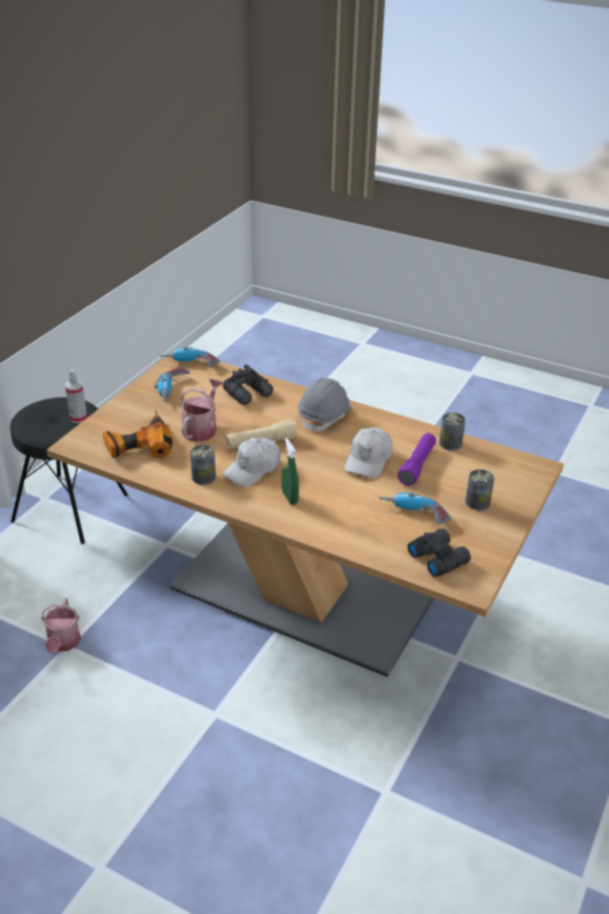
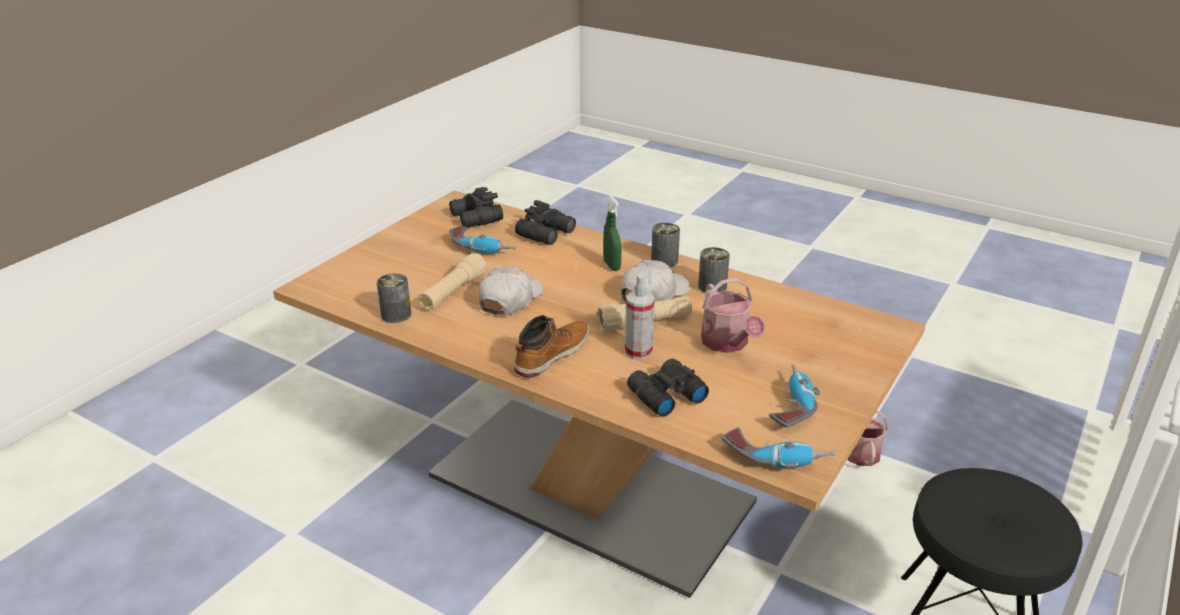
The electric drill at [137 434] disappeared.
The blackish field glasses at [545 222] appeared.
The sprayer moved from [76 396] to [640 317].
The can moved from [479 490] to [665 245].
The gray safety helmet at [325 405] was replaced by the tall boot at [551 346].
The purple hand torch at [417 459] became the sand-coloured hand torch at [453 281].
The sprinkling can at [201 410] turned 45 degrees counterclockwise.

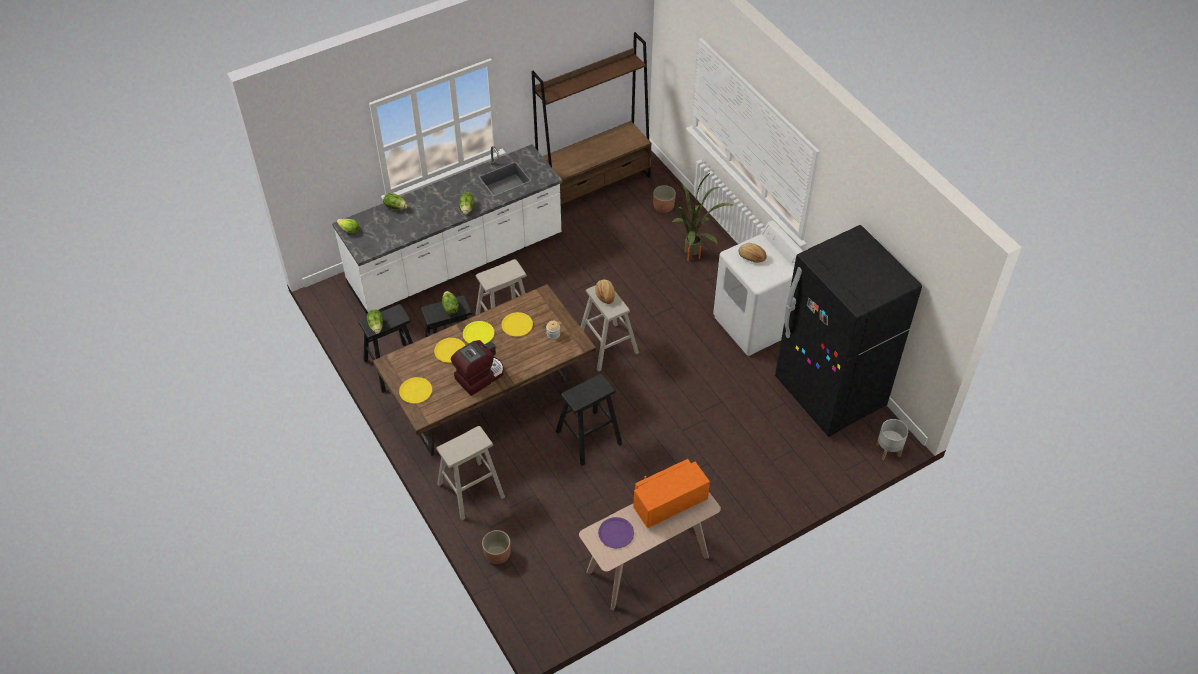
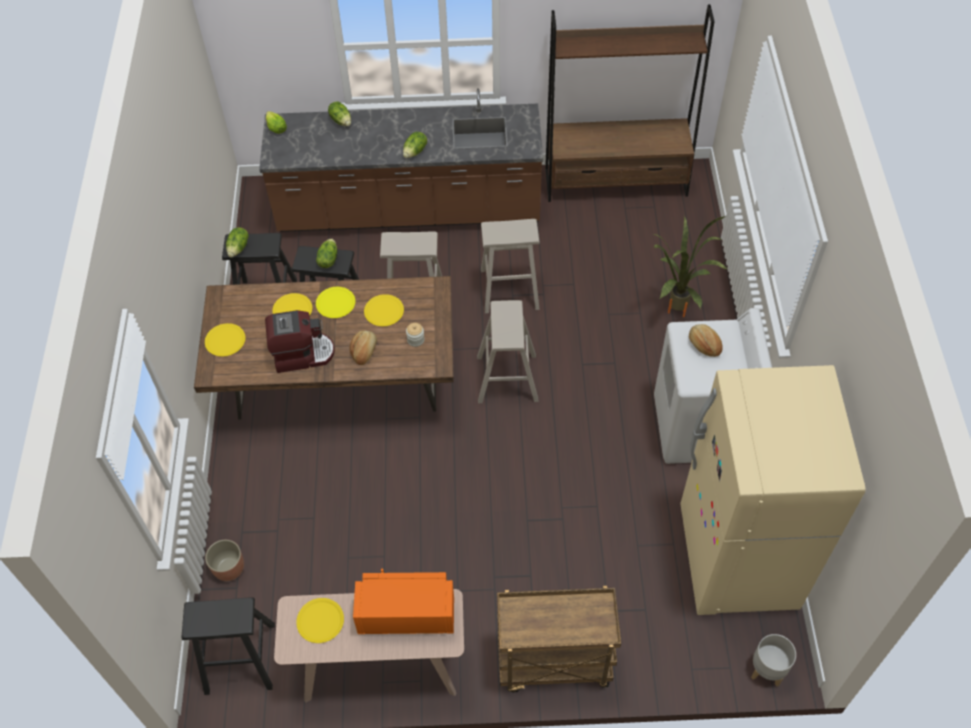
The planter at [664 199] disappeared.
The brown-coloured cart at [559 639] appeared.
The sand-coloured stool seat moved from [470 473] to [510 266].
The blackish stool seat moved from [589 420] to [228 646].
The baked bread moved from [605 292] to [363 347].
The white kitchen base unit at [447 229] became the brown-coloured kitchen base unit at [401 160].
The purple flat dish at [616 532] became the yellow flat dish at [320 620].
The blackish refrigerator at [848 331] became the sand-coloured refrigerator at [773 490].

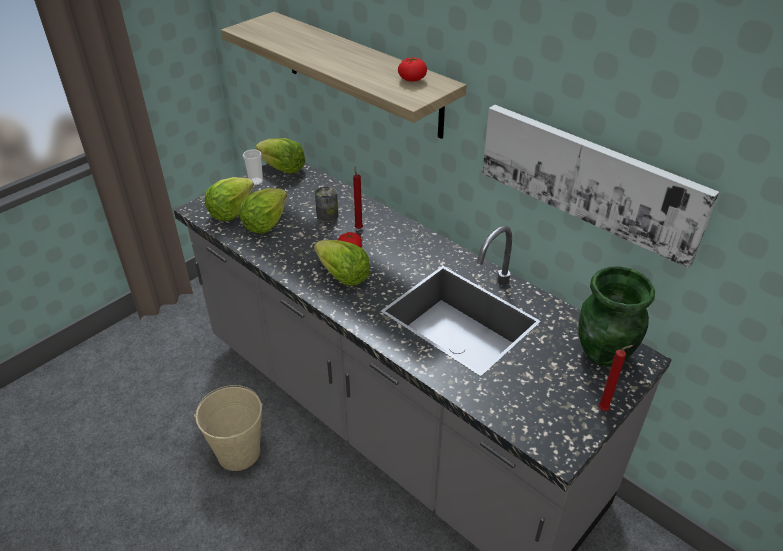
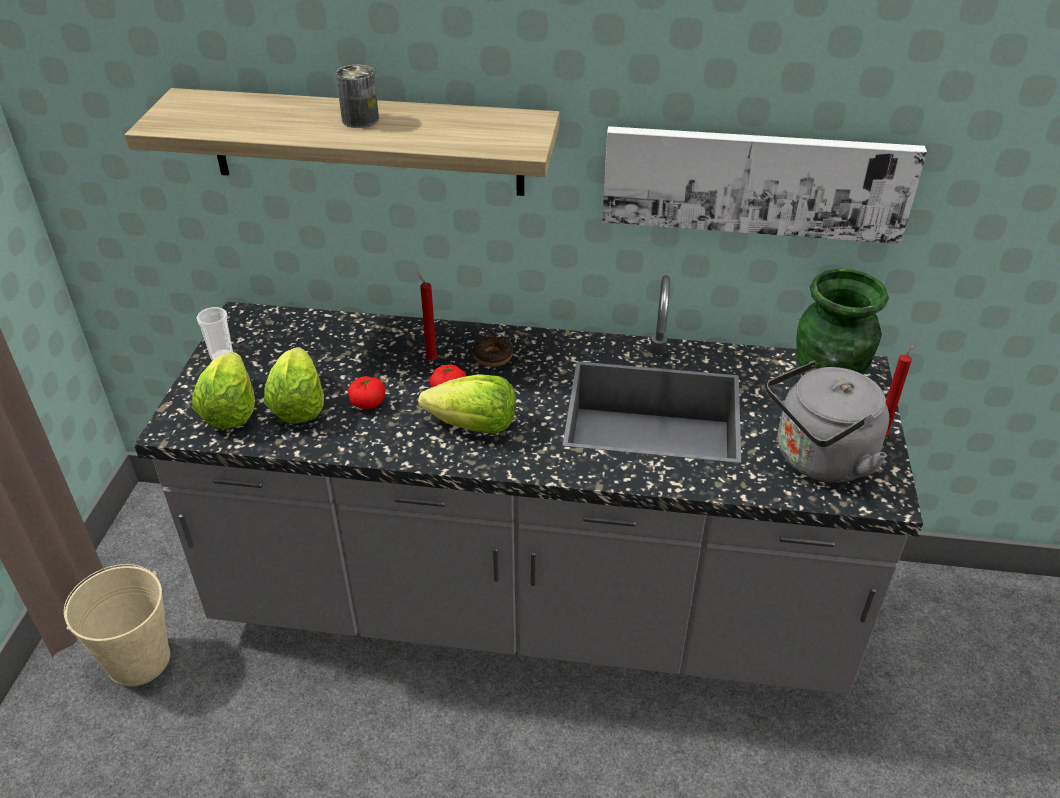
The lettuce at [280 156] disappeared.
The ring doughnut at [493 351] appeared.
The gray tea kettle at [828 422] appeared.
The sand-coloured pail moved from [228 428] to [117 625].
The can moved from [326 204] to [357 96].
The tomato moved from [412 69] to [367 392].

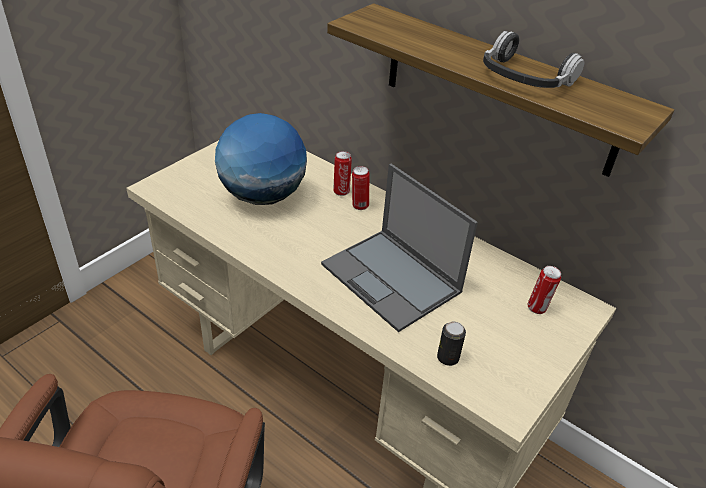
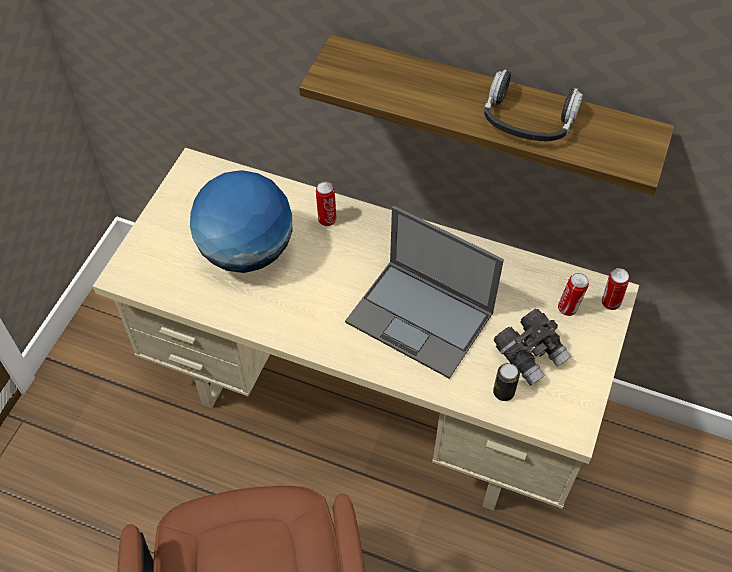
The gray field glasses at [533 347] appeared.
The can moved from [360 188] to [615 289].

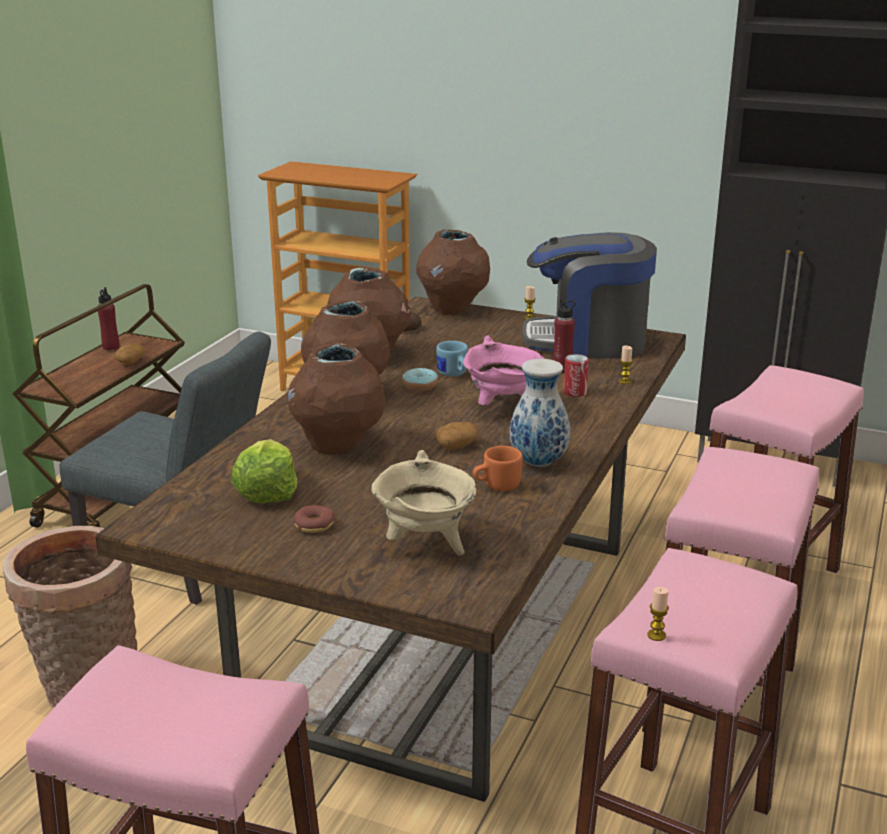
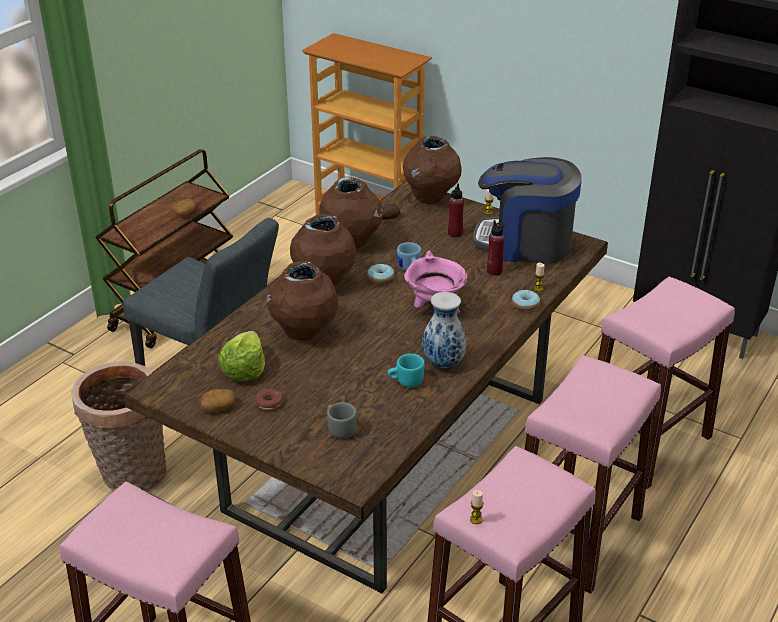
The can at [576 375] disappeared.
The ring doughnut at [526 300] appeared.
The red-coloured drink bottle moved from [109 318] to [456 211].
The spud moved from [457 436] to [217 400].
The sand-coloured cooking pot at [423 502] was replaced by the gray mug at [342 420].
The orange mug at [498 468] became the turquoise mug at [406 370].

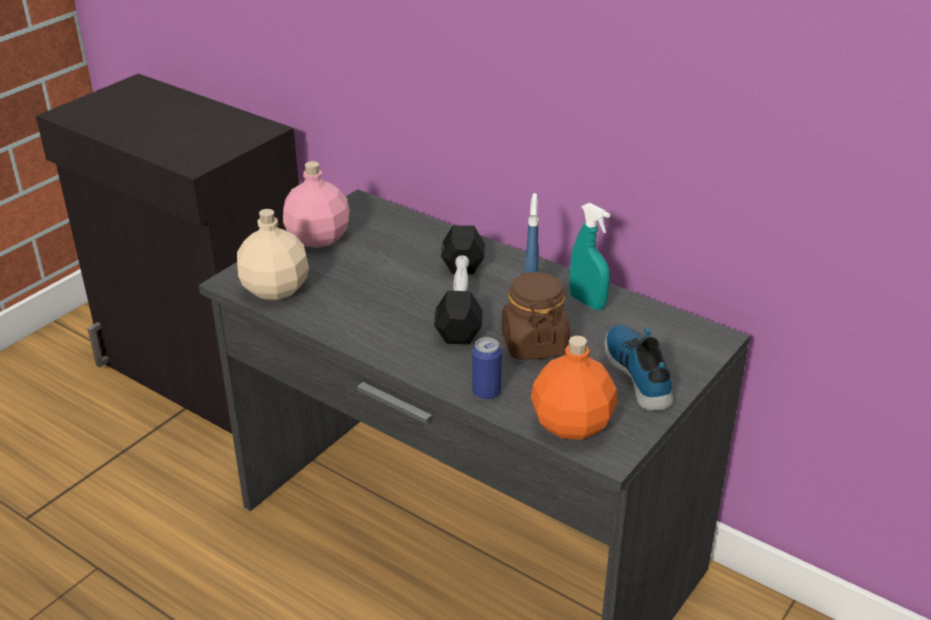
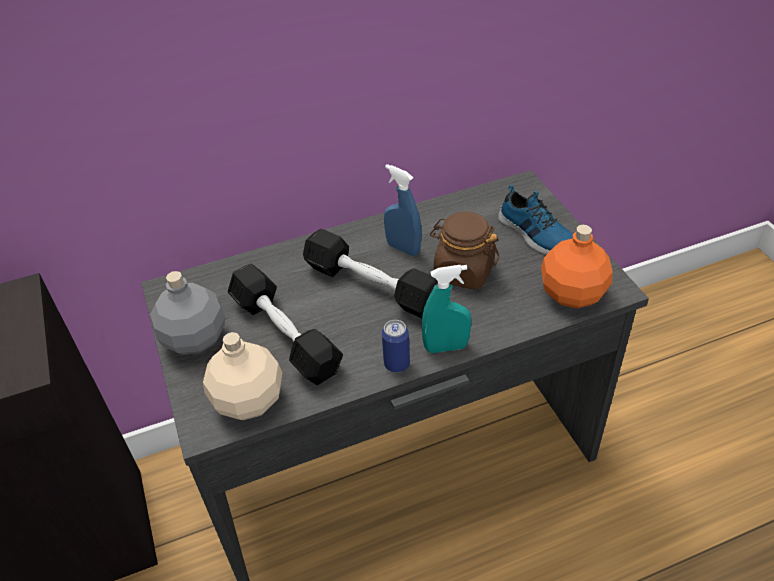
The blackish dumbbell at [285 324] appeared.
The can moved from [487 368] to [396 346].
The turquoise sprayer moved from [590 256] to [446 309].
The pink-coloured drink bottle at [316 204] became the gray drink bottle at [187 313].
The item of footwear at [638 368] turned 150 degrees counterclockwise.

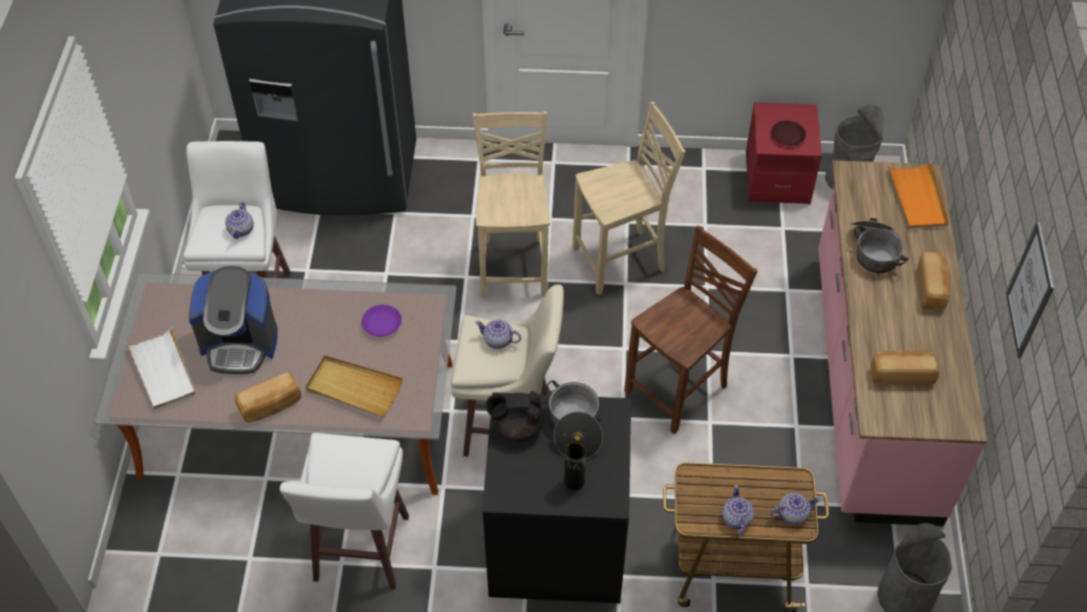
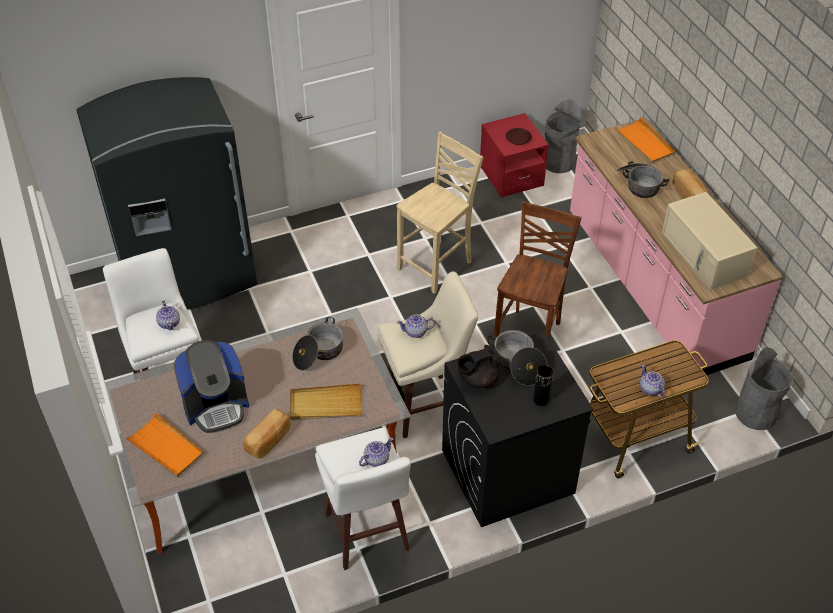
The sand-coloured chair at [511 204] disappeared.
The wall picture at [1030 290] disappeared.
The pot for tea moved from [795 509] to [376 452].
The purple flat dish at [382 321] was replaced by the cooking pot at [317 343].
The baked bread at [905 367] was replaced by the sand-coloured kitchen microwave at [709 241].
The white serving tray at [160 368] became the orange serving tray at [164 445].

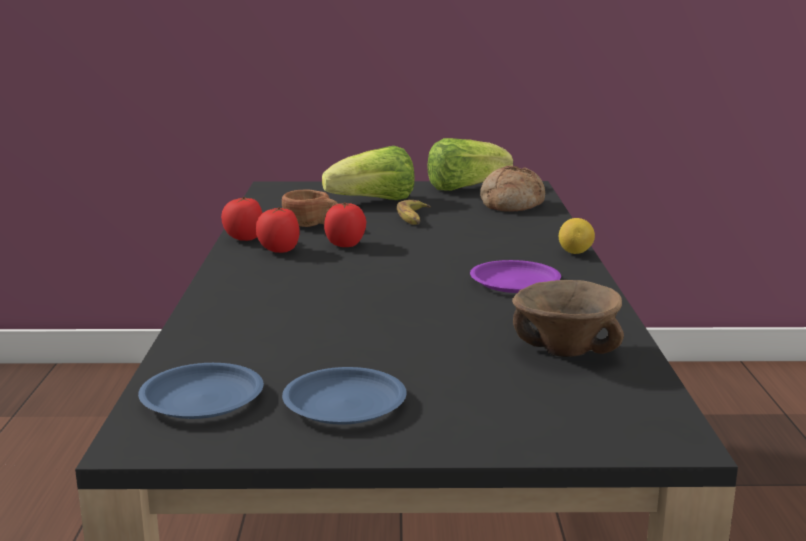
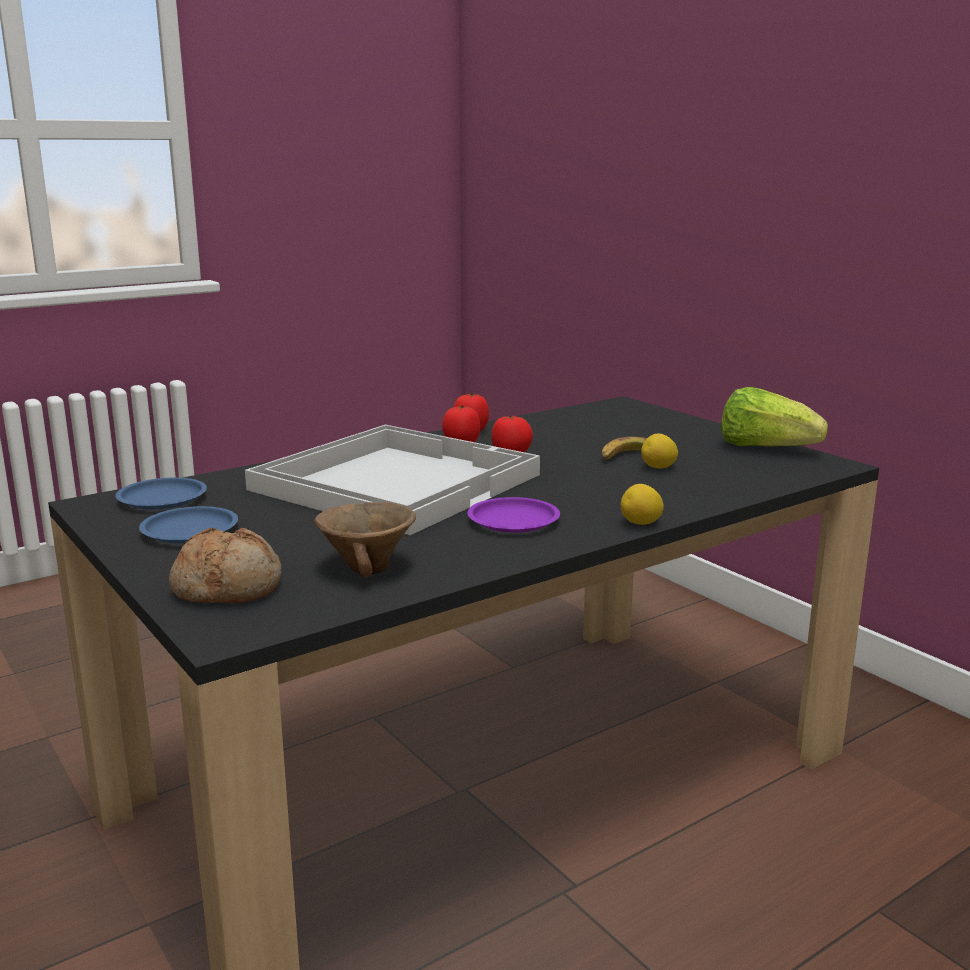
The brown-coloured cup at [310 208] disappeared.
The lettuce at [368 173] disappeared.
The white serving tray at [392 480] appeared.
The whole lemon at [659 451] appeared.
The baked bread moved from [513 189] to [225 565].

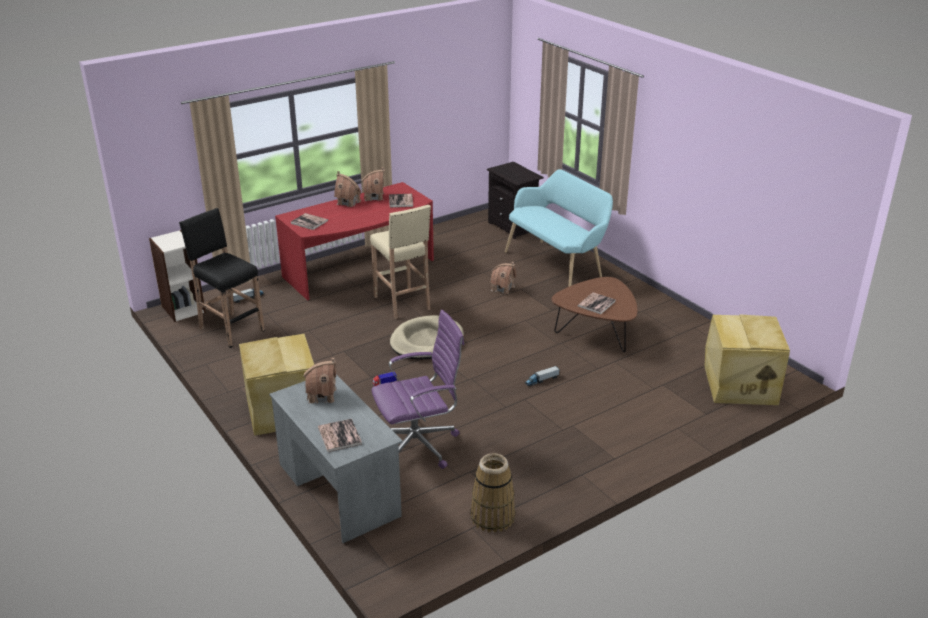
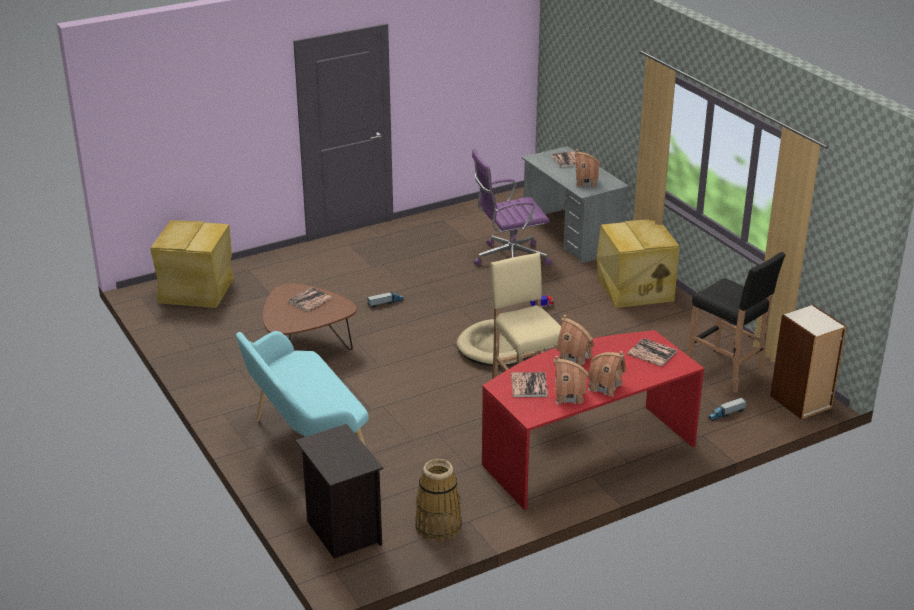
The storage basket moved from [492 493] to [438 500].
The toy house moved from [503 278] to [575 340].

